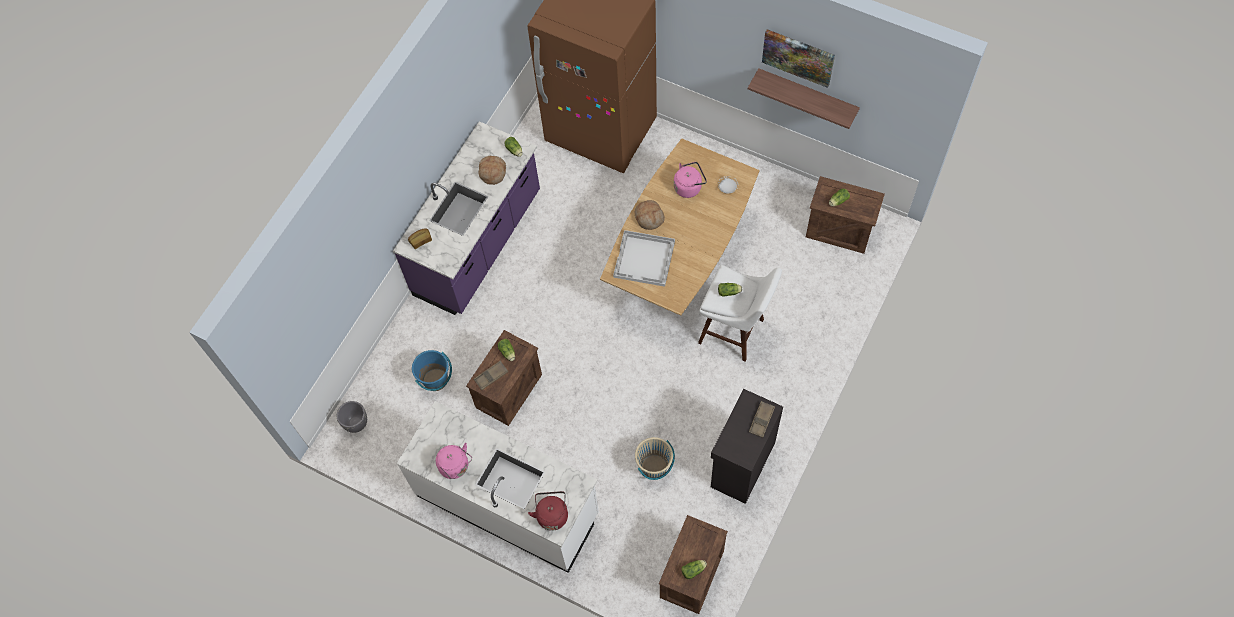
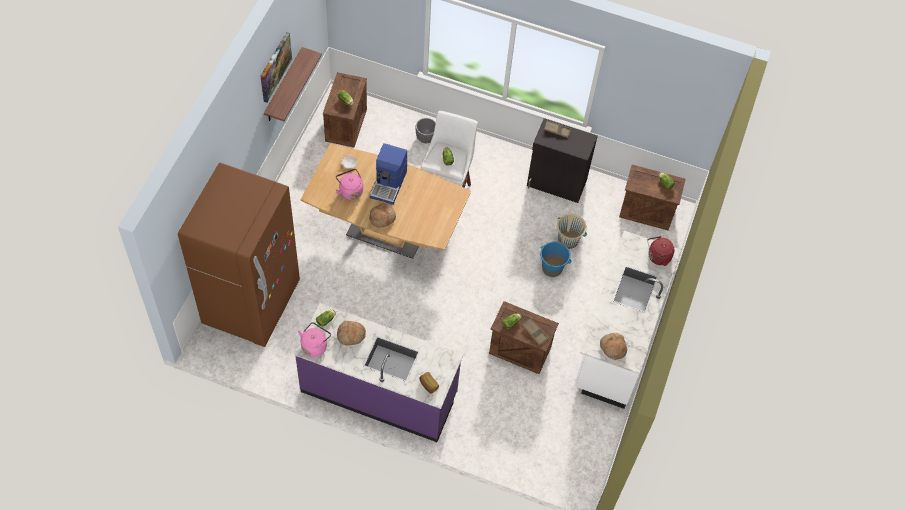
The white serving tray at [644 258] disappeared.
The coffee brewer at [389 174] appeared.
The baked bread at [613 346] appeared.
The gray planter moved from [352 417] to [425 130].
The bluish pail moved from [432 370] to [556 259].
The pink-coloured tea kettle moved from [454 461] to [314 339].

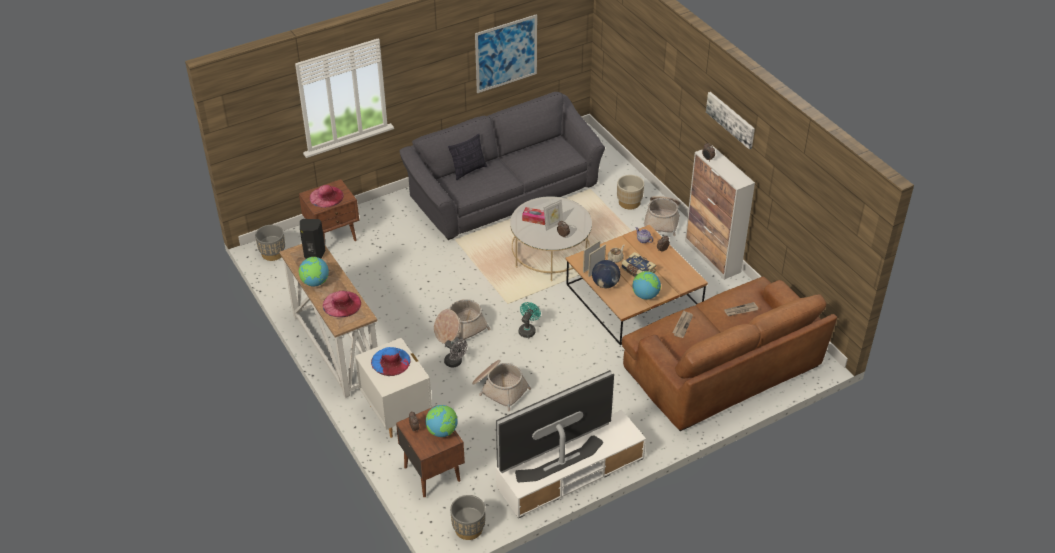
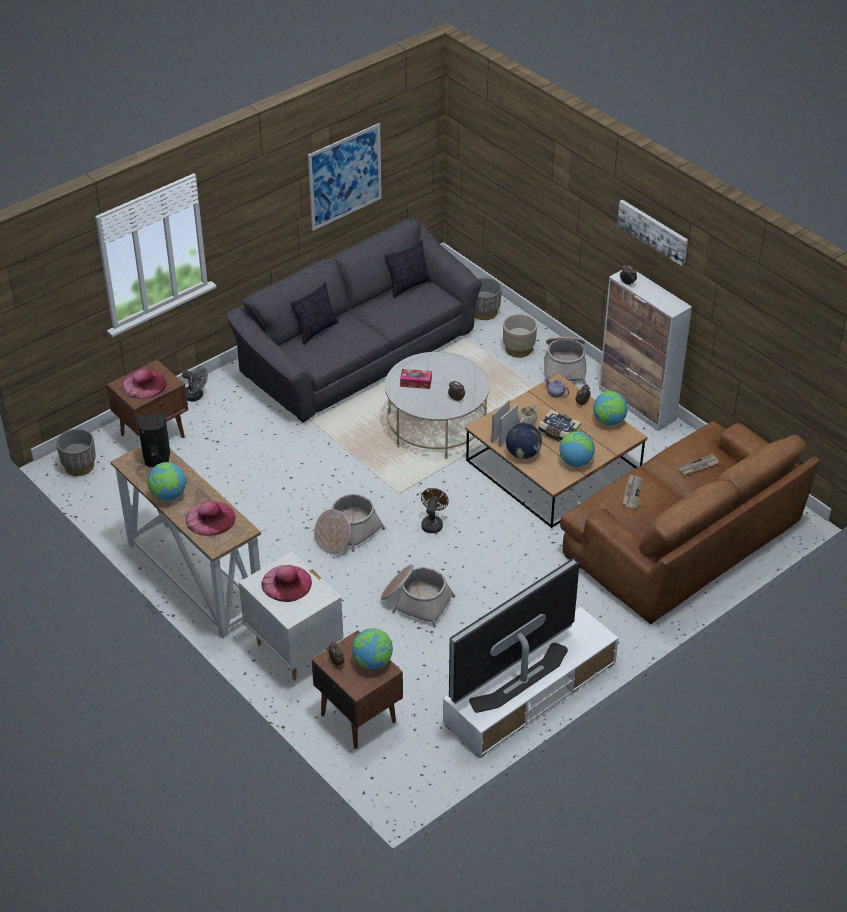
The standing frame at [554 215] disappeared.
The cushion at [408 269] appeared.
The desk globe at [610 408] appeared.
The gray fan moved from [455 353] to [195 384].
The gray planter moved from [468 517] to [488 298].
The bluish wearable hat at [390 361] became the pink-coloured wearable hat at [286 583].
The turquoise fan at [530 320] became the brown-coloured fan at [435 510].

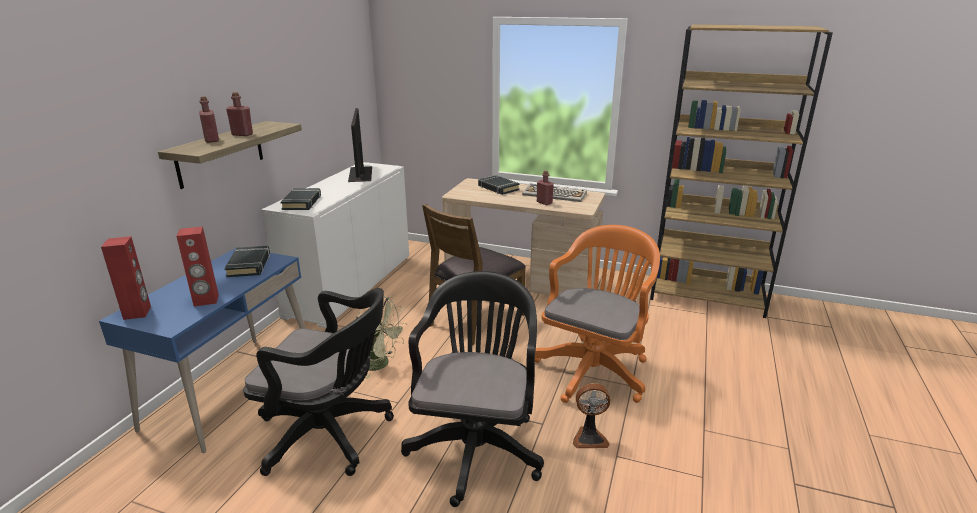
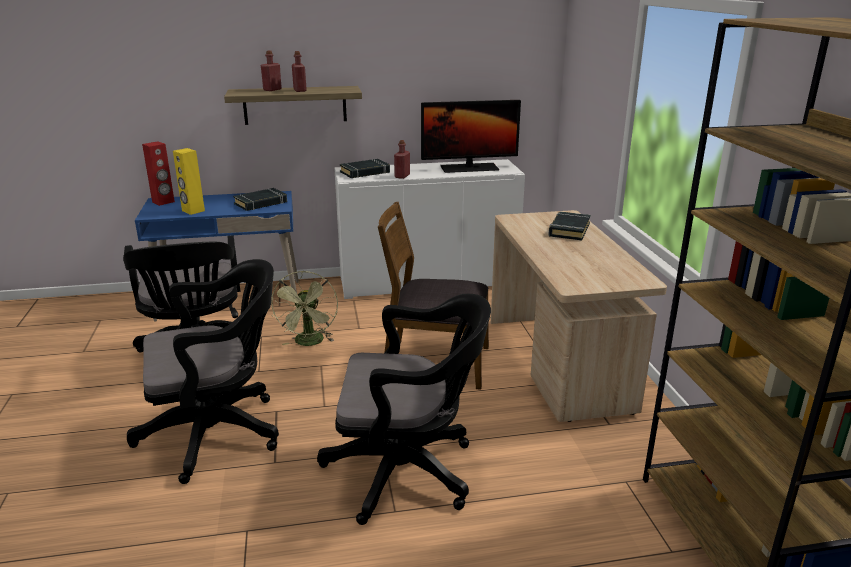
The keyboard at [554 193] disappeared.
The fan at [591 415] disappeared.
The red-coloured drink bottle moved from [545 188] to [402 159].
The red-coloured audio speaker at [198 266] became the yellow audio speaker at [189 181].
The orange office chair at [597 314] became the blackish office chair at [404 409].
The computer screen at [360 145] turned 150 degrees counterclockwise.

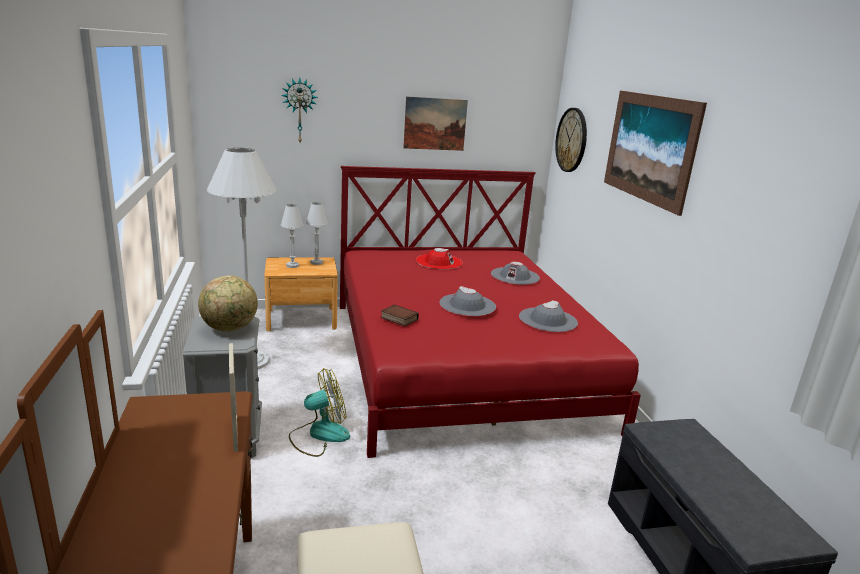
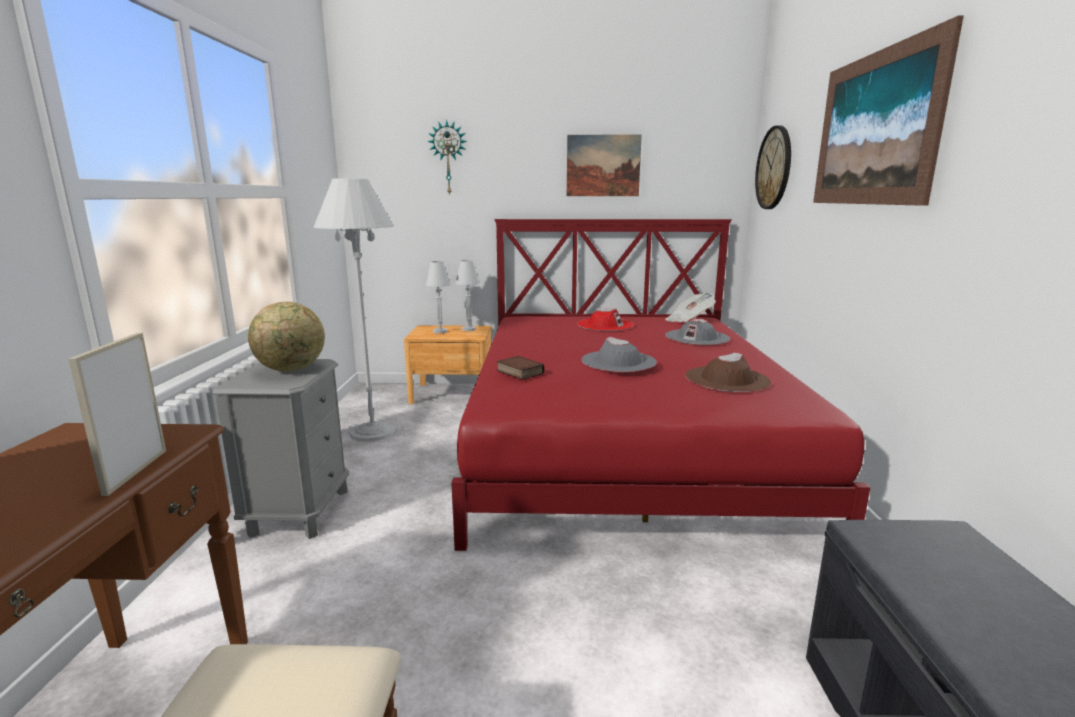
The fan at [319 412] disappeared.
The printed paper at [690 307] appeared.
The gray wearable hat at [548 316] became the brown-coloured wearable hat at [728 372].

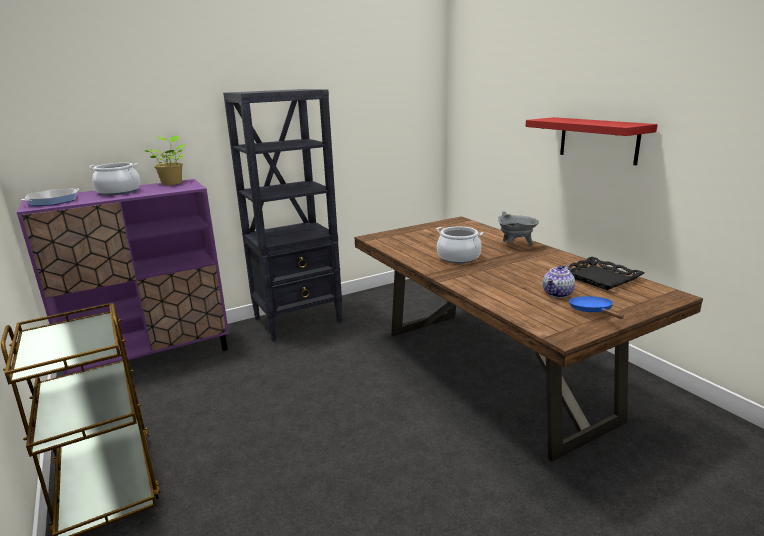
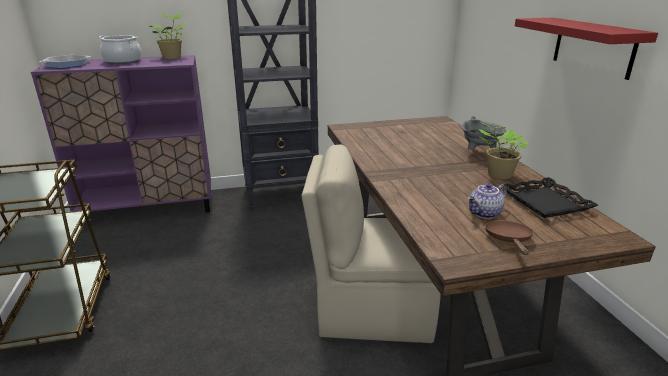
The cooking pot at [459 245] disappeared.
The sand-coloured chair at [371 243] appeared.
The plant in a pot at [503 151] appeared.
The bluish skillet at [596 307] became the brown-coloured skillet at [509 238].

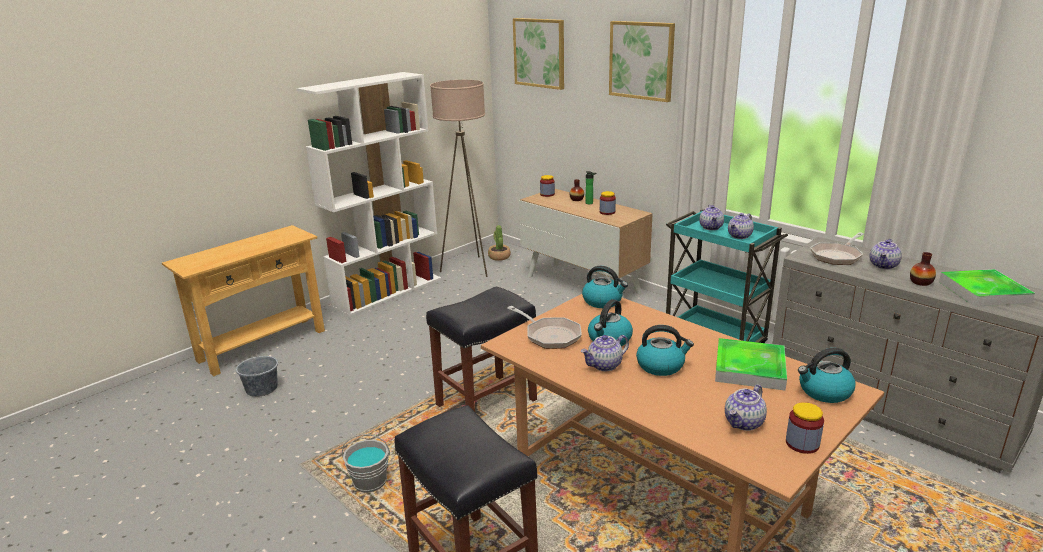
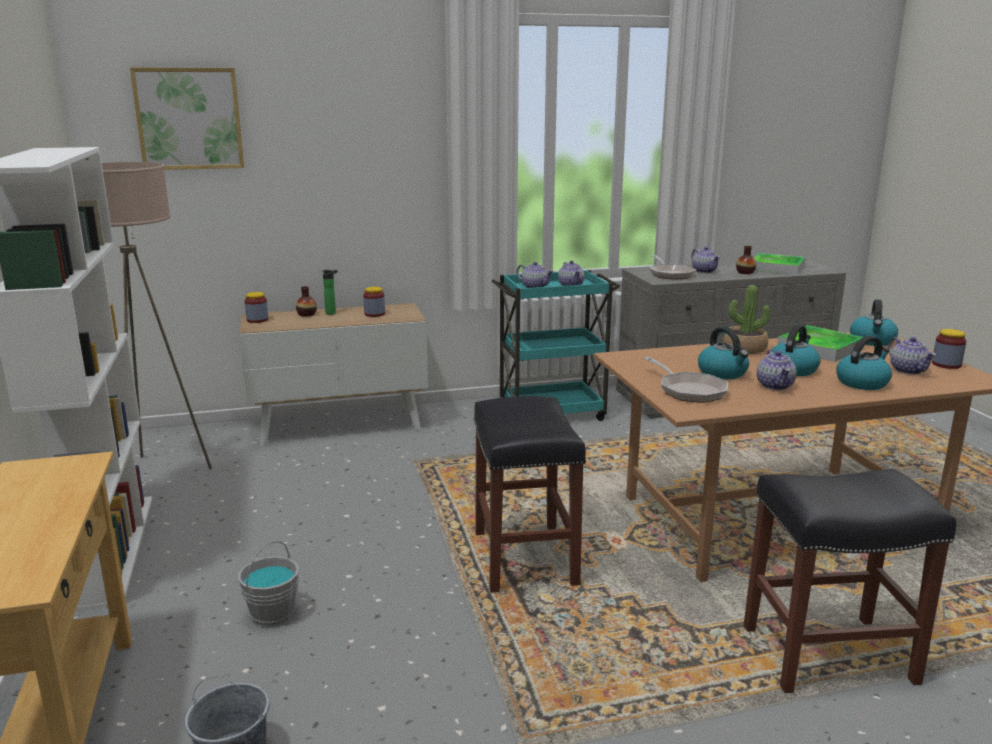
The wall picture at [642 61] disappeared.
The gray pail moved from [366 463] to [268 584].
The plant in a pot moved from [499 243] to [747 319].
The tea kettle moved from [605 287] to [864 363].
The skillet at [544 327] turned 75 degrees clockwise.

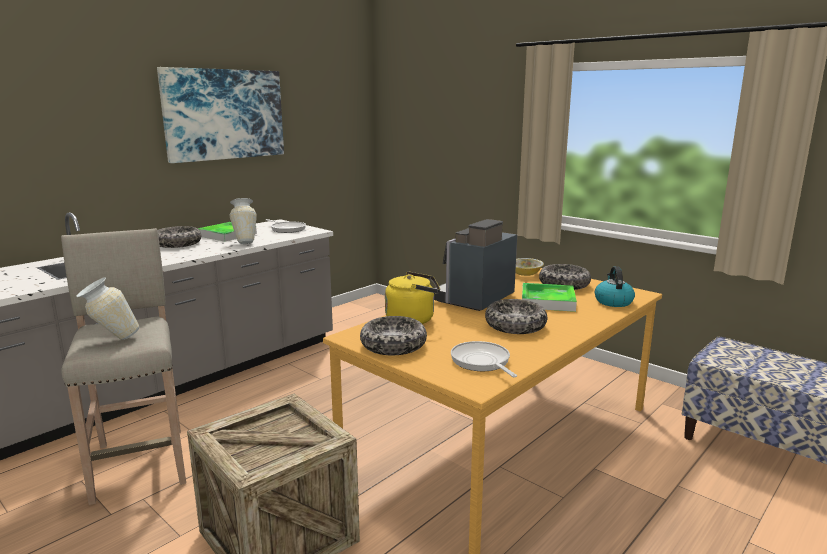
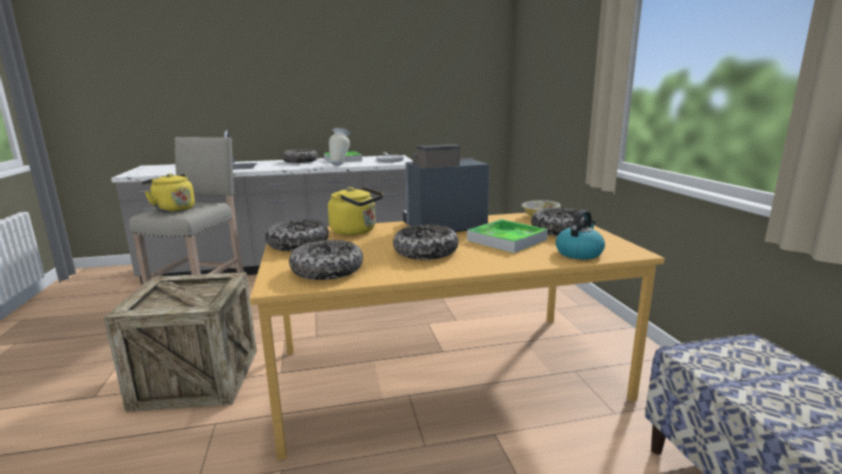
The wall picture at [220 115] disappeared.
The flower vase at [108 308] was replaced by the yellow tea kettle at [168 193].
The skillet at [484 359] was replaced by the serving bowl at [326 260].

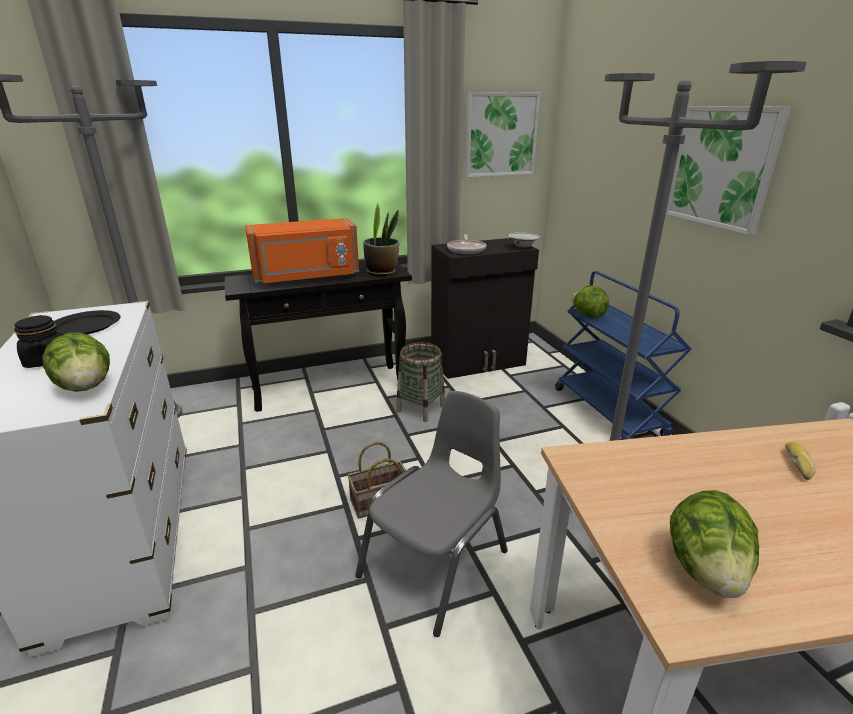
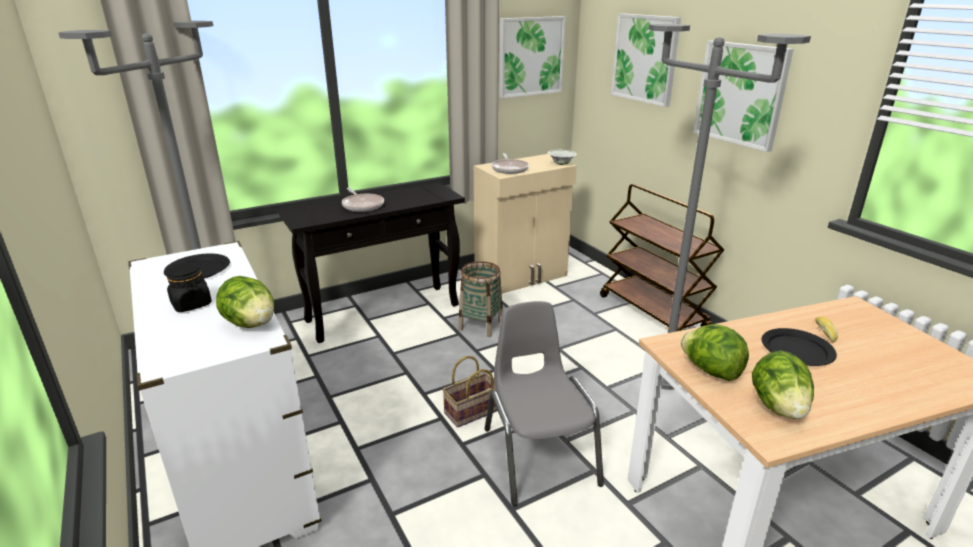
The plant in a pot at [381 239] disappeared.
The wall picture at [646 60] appeared.
The blackish flat dish at [799 347] appeared.
The lettuce moved from [590 302] to [715 352].
The orange kitchen microwave at [302 251] was replaced by the skillet at [363 200].
The blackish storage cabinet at [485 308] became the sand-coloured storage cabinet at [525 224].
The bluish cart at [623 355] became the brown-coloured cart at [662 257].
The gray chair at [431 514] turned 45 degrees counterclockwise.

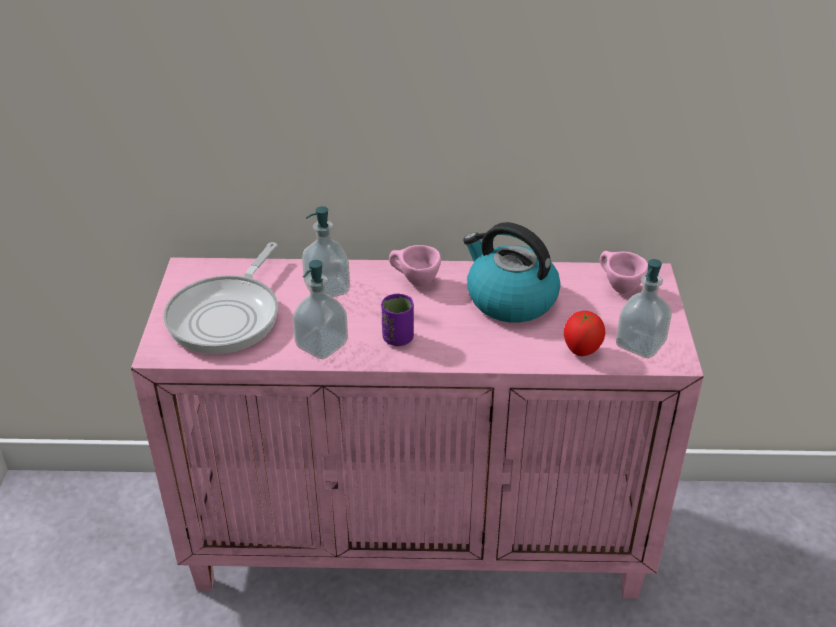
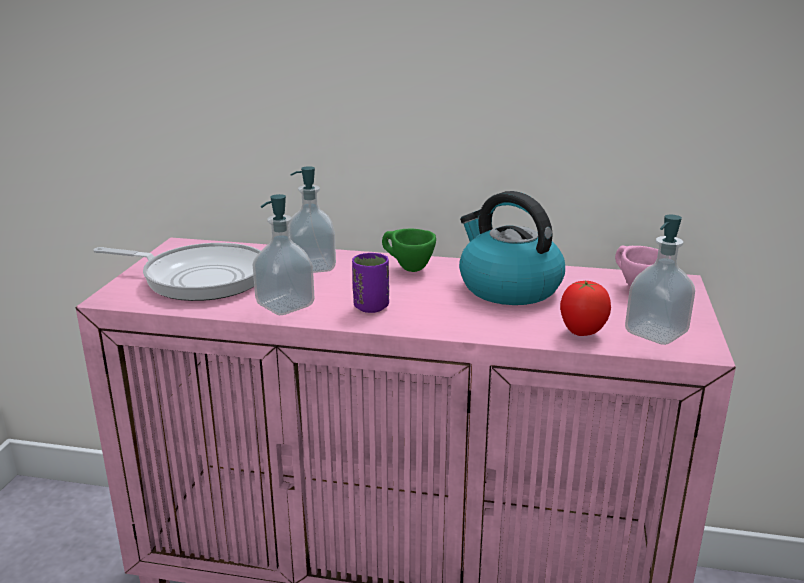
The pink-coloured cup at [415 266] became the greenish cup at [409 250].
The skillet at [220 298] turned 105 degrees counterclockwise.

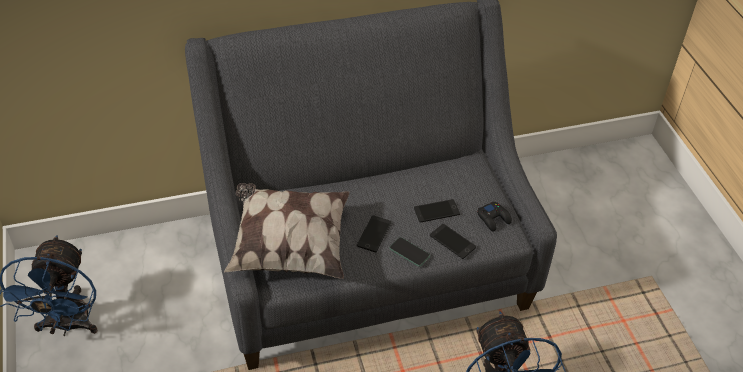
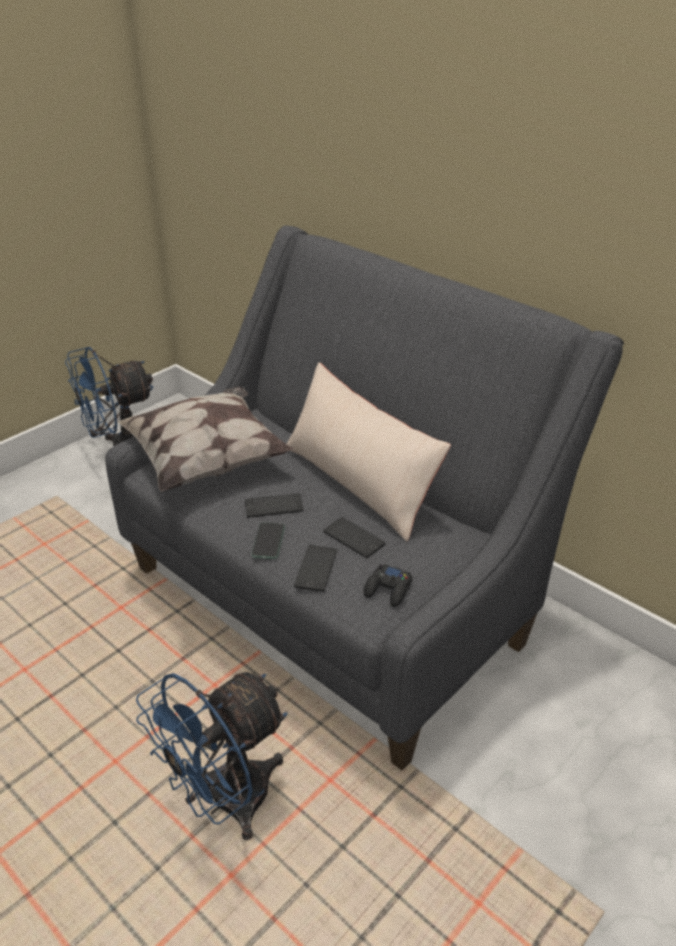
The sand-coloured cushion at [369 451] appeared.

